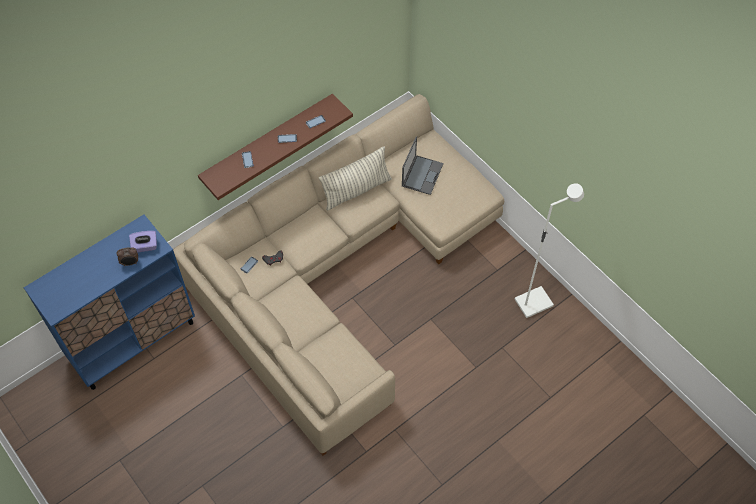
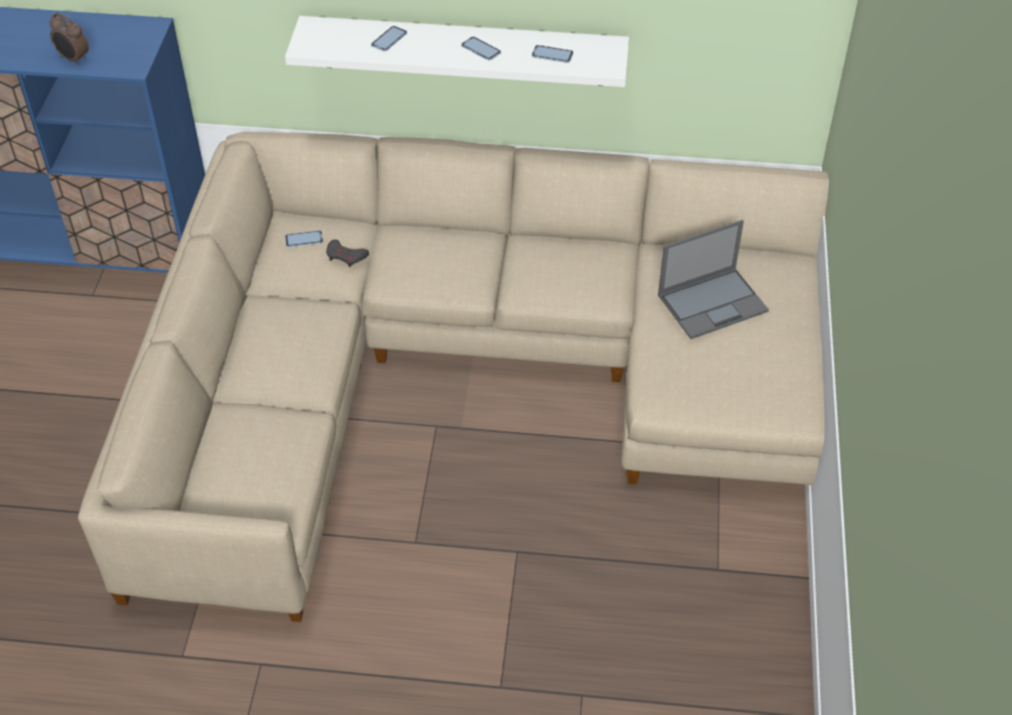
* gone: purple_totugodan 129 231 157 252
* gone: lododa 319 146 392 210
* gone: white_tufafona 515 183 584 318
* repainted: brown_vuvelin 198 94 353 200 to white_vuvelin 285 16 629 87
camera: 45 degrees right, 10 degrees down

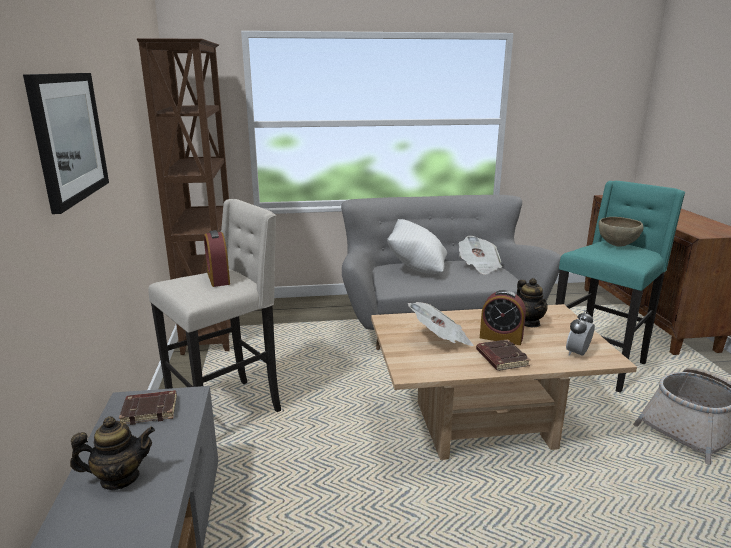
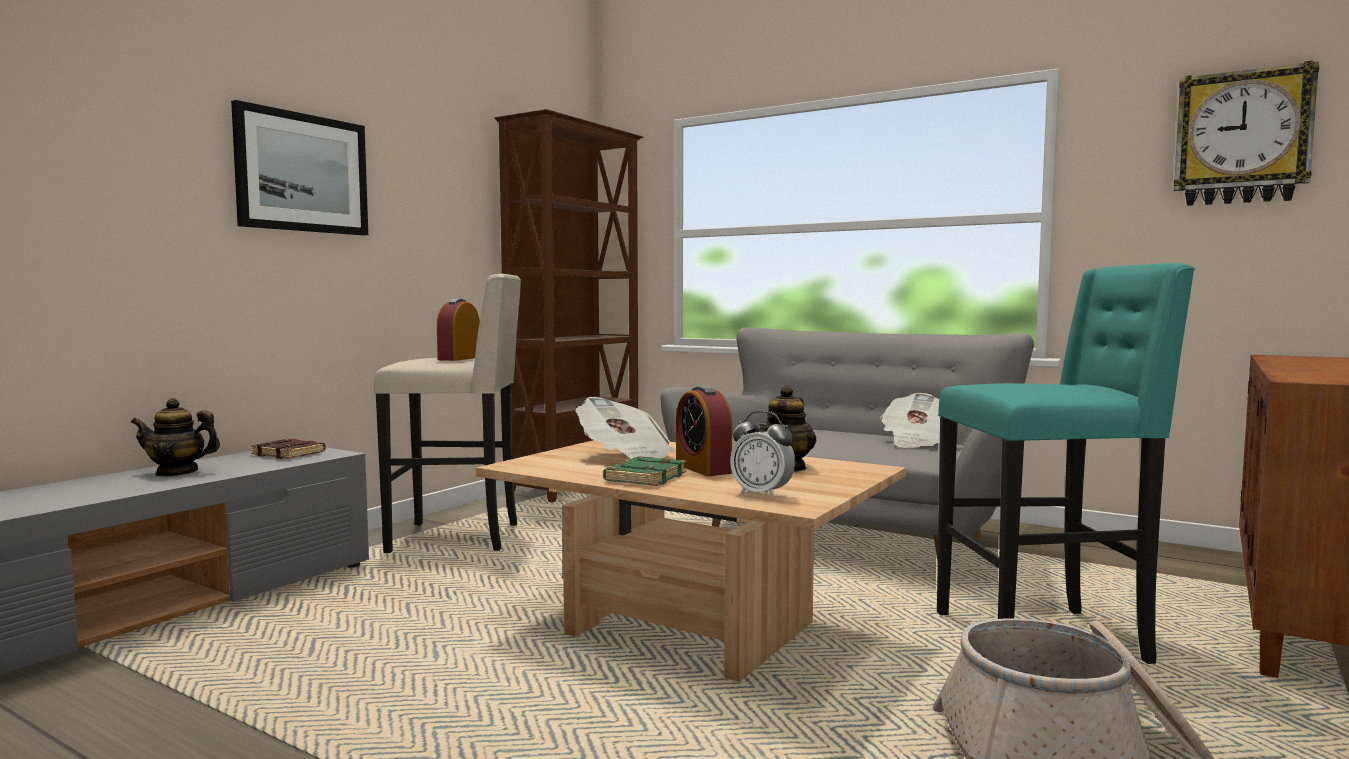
* gone: white_lododa 387 219 447 274
* gone: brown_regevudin 599 217 644 247
* new: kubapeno 1174 61 1319 206
* repainted: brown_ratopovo 476 339 531 371 to green_ratopovo 603 456 686 486
* rotated: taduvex 70 416 155 490 = 131 398 220 476 150 degrees clockwise
* rotated: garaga 566 310 595 356 = 730 411 796 499 135 degrees counterclockwise
camera: 40 degrees right, 15 degrees down

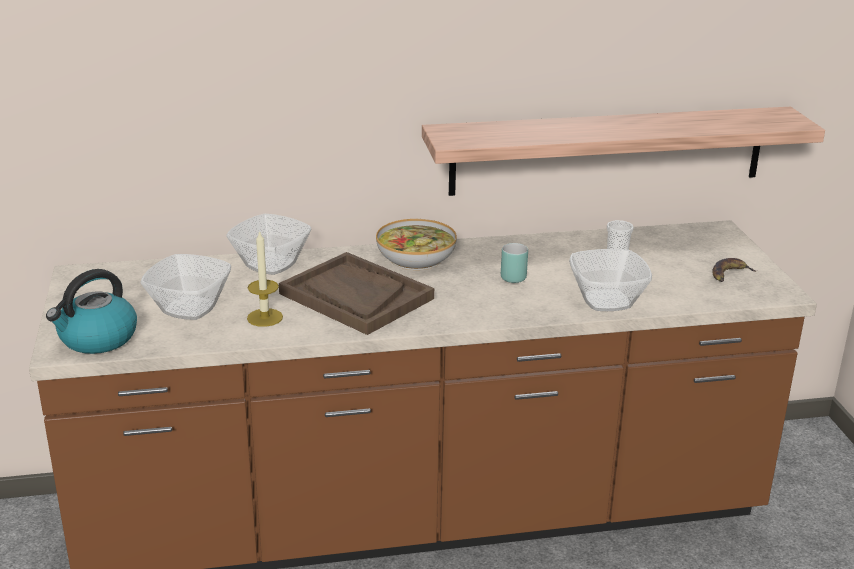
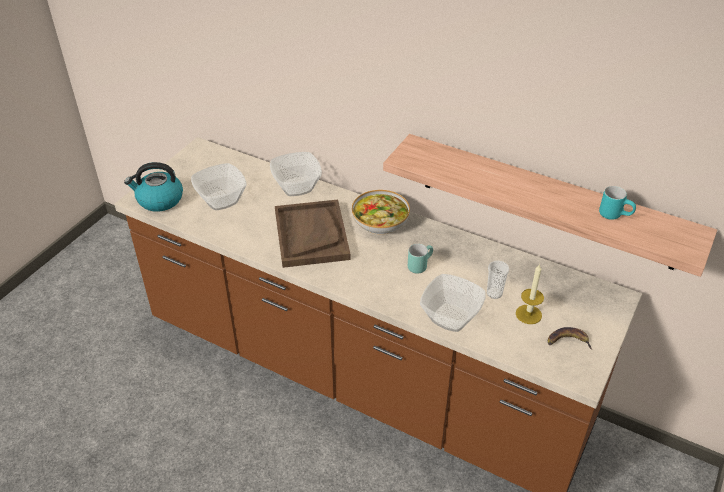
* new: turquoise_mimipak 599 186 636 220
* shifted: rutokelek 247 230 283 327 to 516 264 544 324
camera: 40 degrees right, 15 degrees up

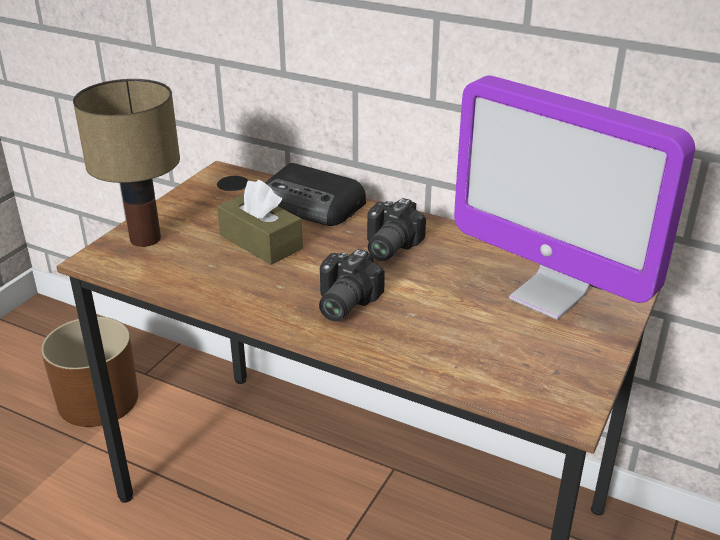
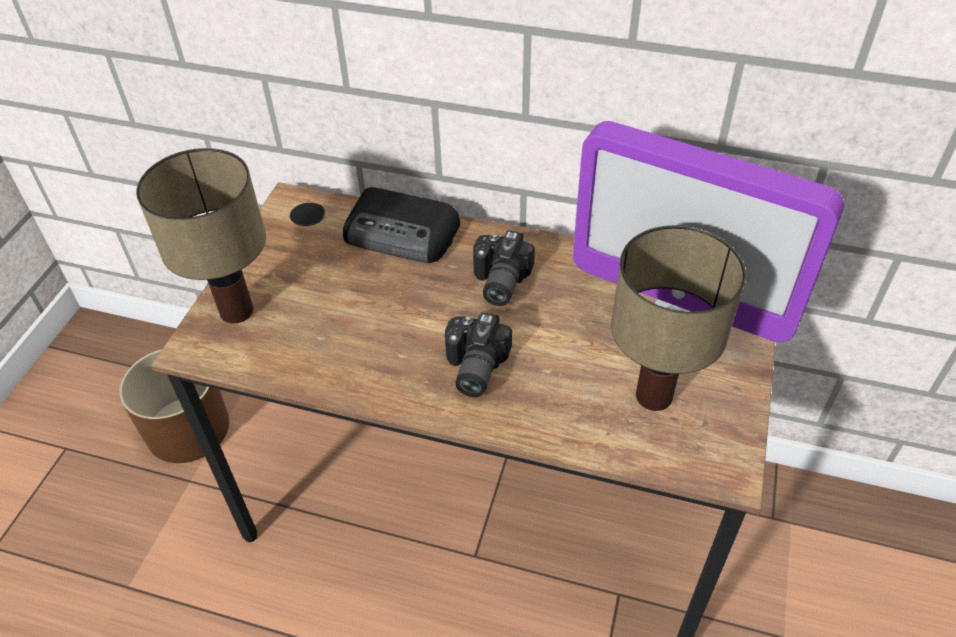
* gone: brown_totugodan 217 180 303 265
* new: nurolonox 611 225 746 411
camera: 10 degrees left, 15 degrees up

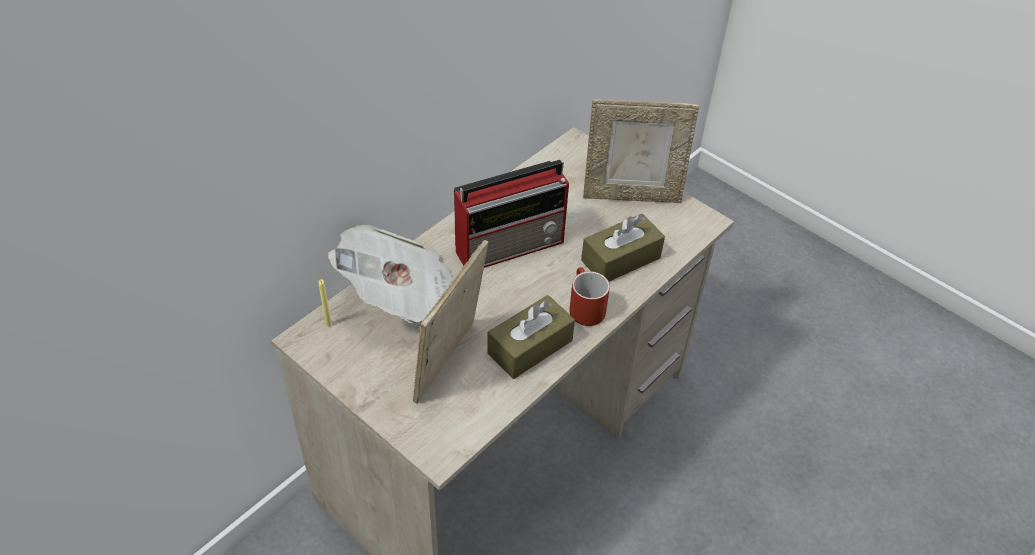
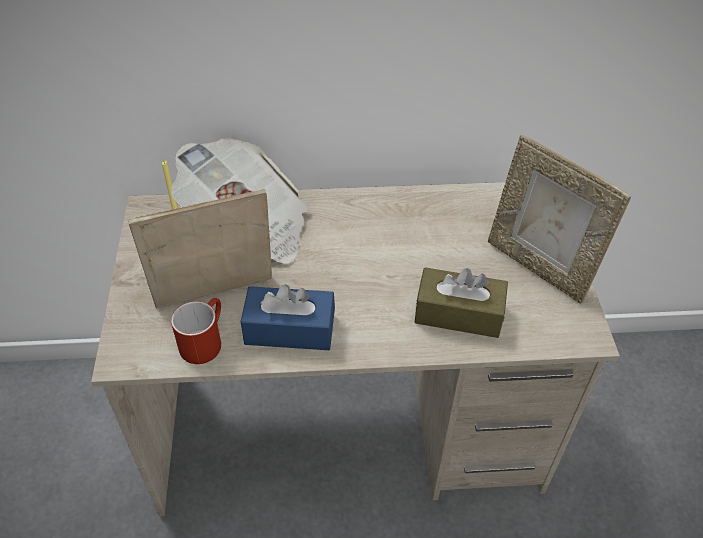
* gone: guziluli 454 160 569 268
* shifted: red_mimipak 569 267 610 326 to 171 298 221 364
* repainted: brown_totugodan 487 295 575 379 to blue_totugodan 241 284 335 350
camera: 45 degrees right, 0 degrees up

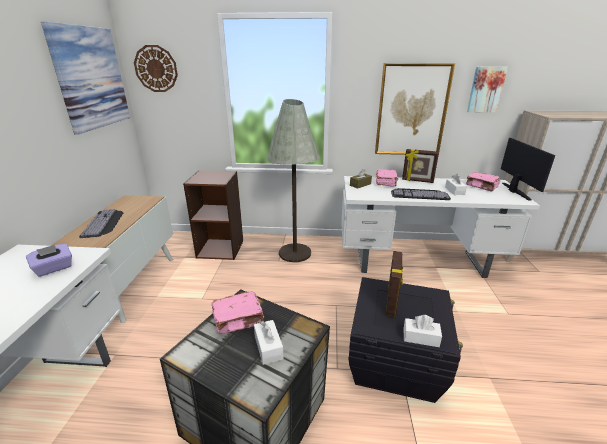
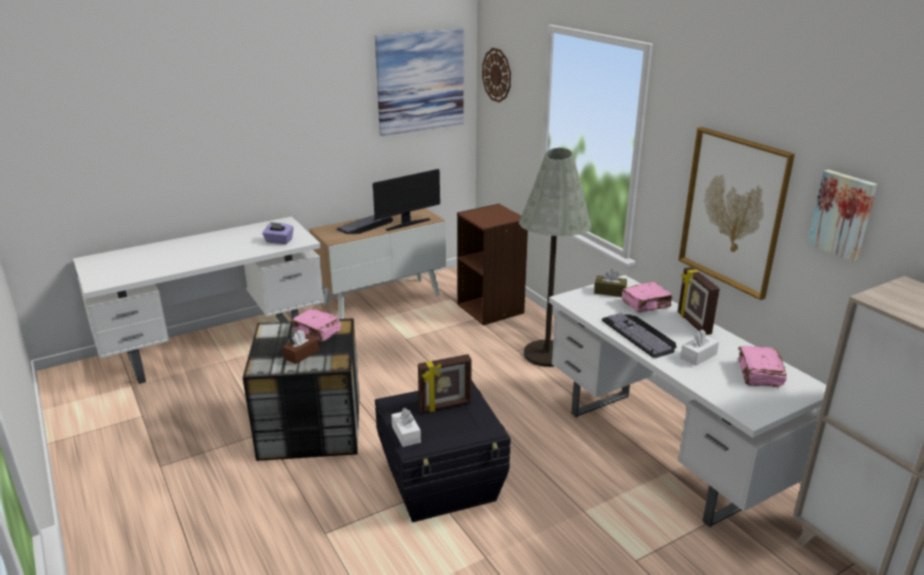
* shifted: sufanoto 501 138 555 200 to 373 169 440 231
* repainted: white_totugodan 254 320 284 365 to brown_totugodan 283 330 319 364
camera: 55 degrees right, 0 degrees up

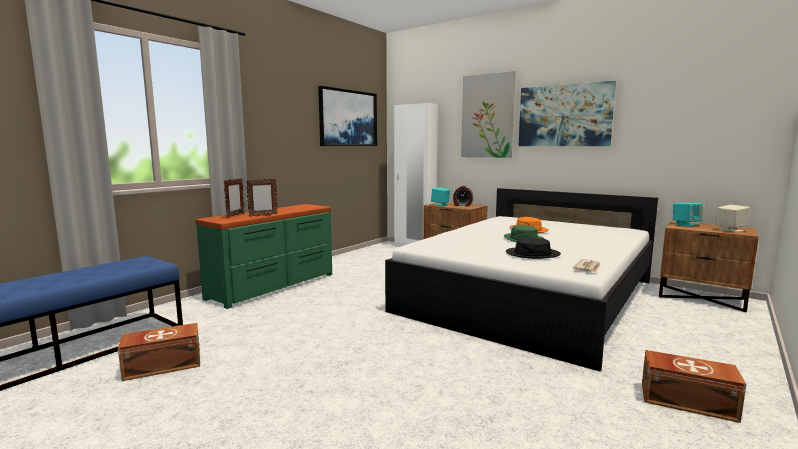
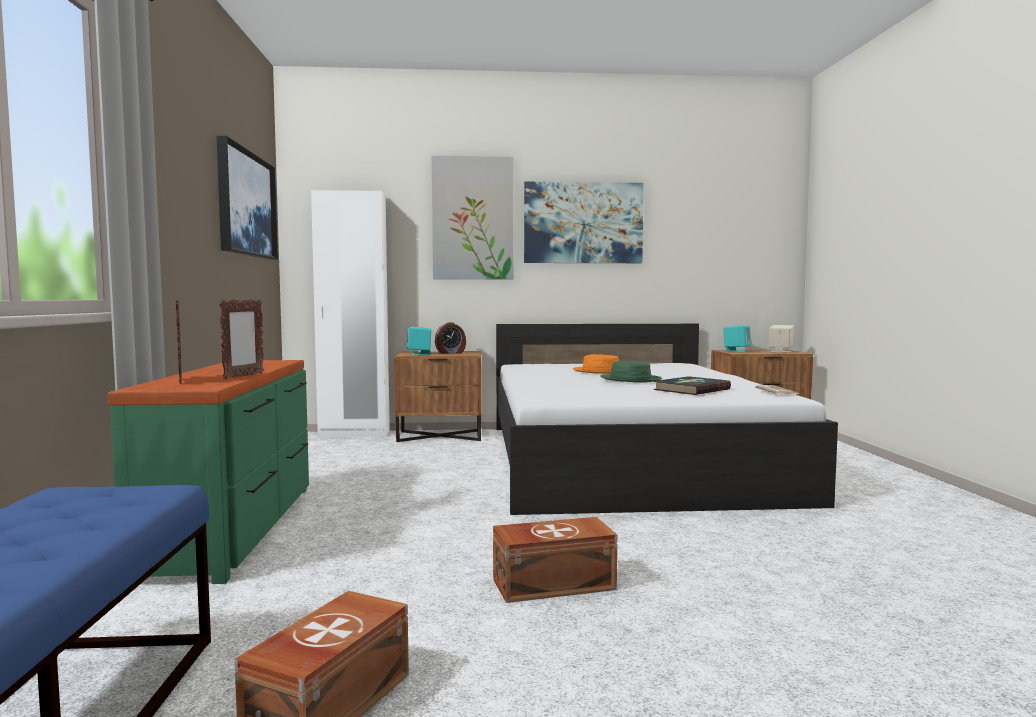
* shifted: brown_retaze 642 350 746 423 to 493 517 617 603
* swapped: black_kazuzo 506 238 561 259 to ratopovo 654 376 731 395
camera: 40 degrees left, 5 degrees down

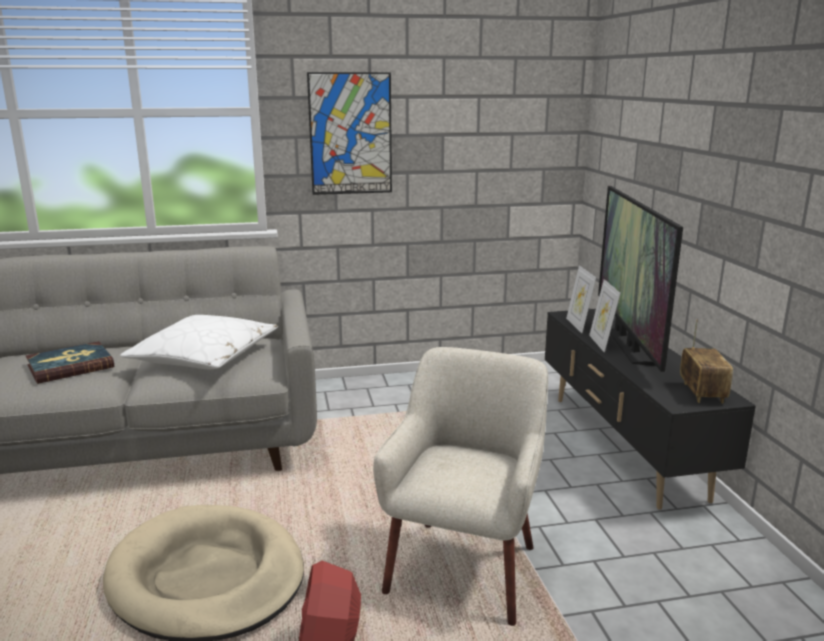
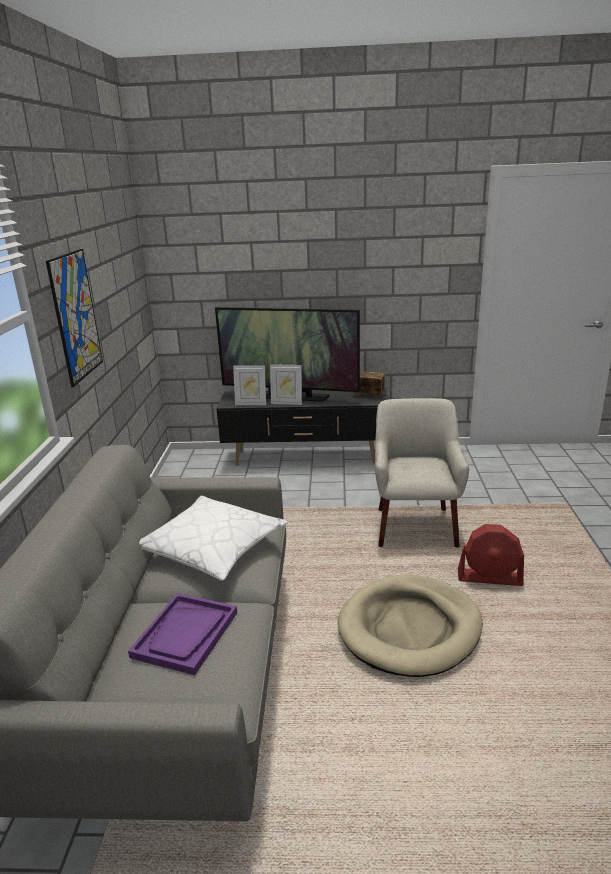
* swapped: ratopovo 26 341 114 384 to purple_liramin 128 593 237 675
* rotated: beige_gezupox 373 347 548 626 = 375 398 469 547 60 degrees clockwise
camera: 75 degrees left, 5 degrees up

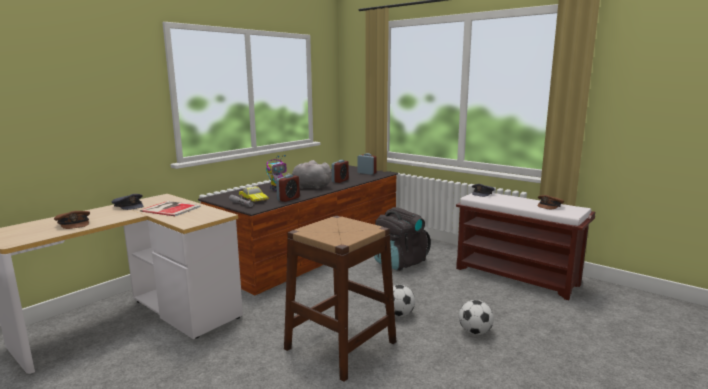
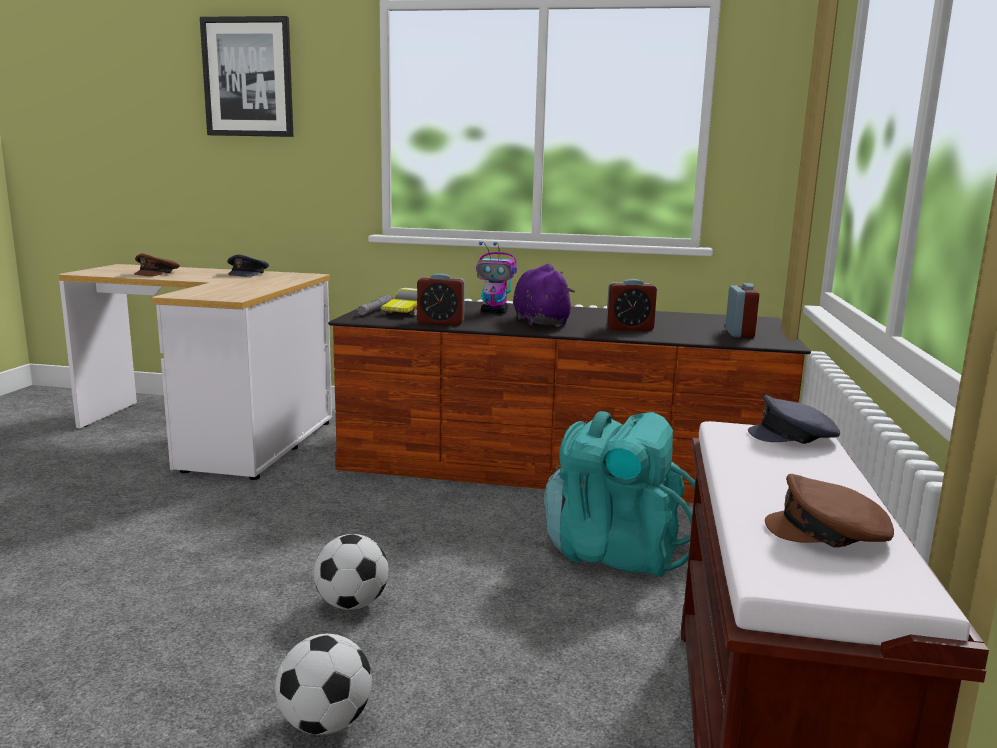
* gone: ratopovo 140 201 201 216
* gone: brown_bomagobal 284 215 396 382
* new: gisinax 200 16 293 137
* repainted: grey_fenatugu 287 160 332 189 to purple_fenatugu 513 264 575 326
* repainted: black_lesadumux 374 207 431 271 to turquoise_lesadumux 544 411 695 577
camera: 60 degrees right, 0 degrees up

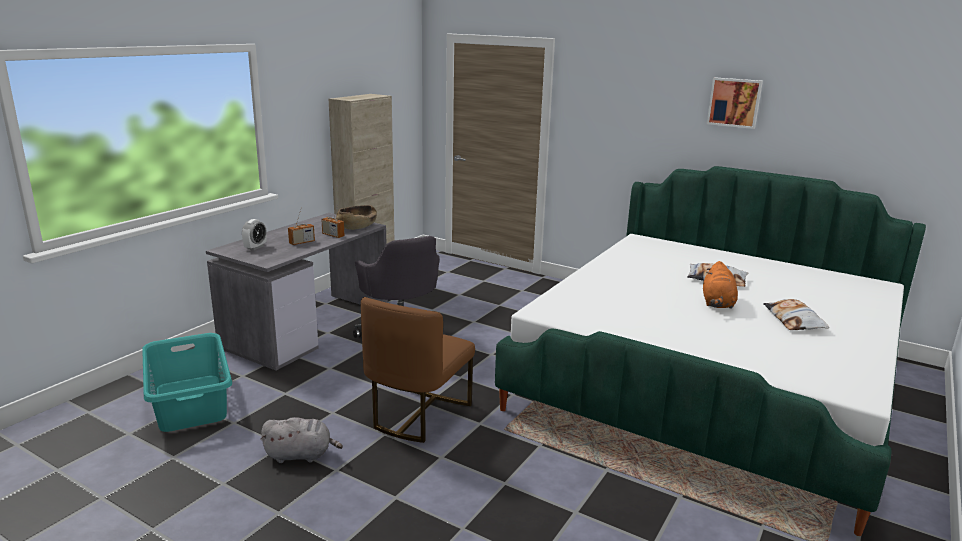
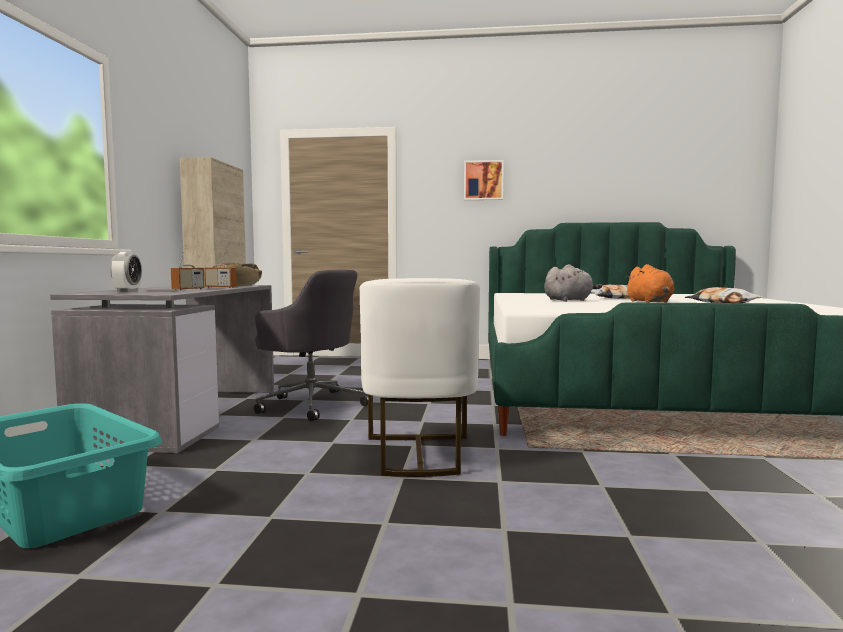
* shifted: grey_fenatugu 260 417 343 463 to 544 264 602 302
* shifted: gisinax 707 77 763 129 to 464 160 504 200
* repainted: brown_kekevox 361 297 475 443 to white_kekevox 360 278 480 477
camera: 25 degrees left, 15 degrees down

